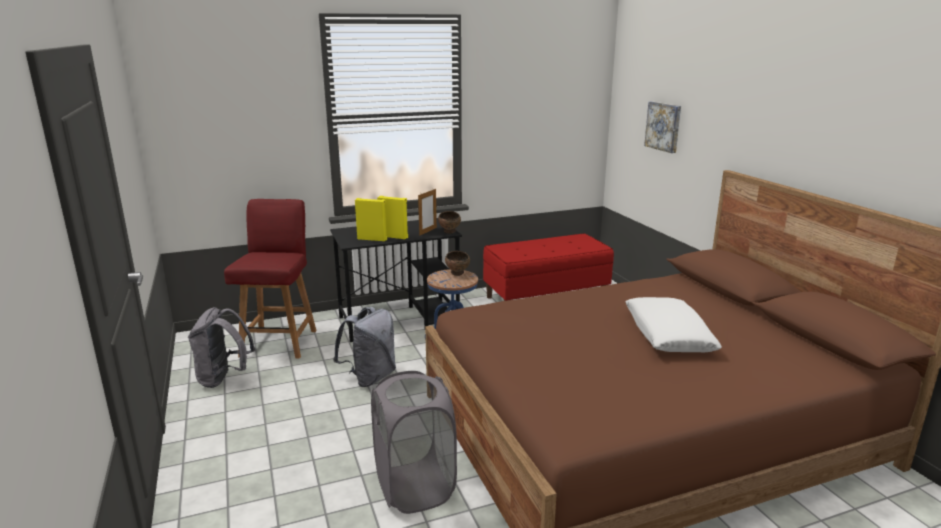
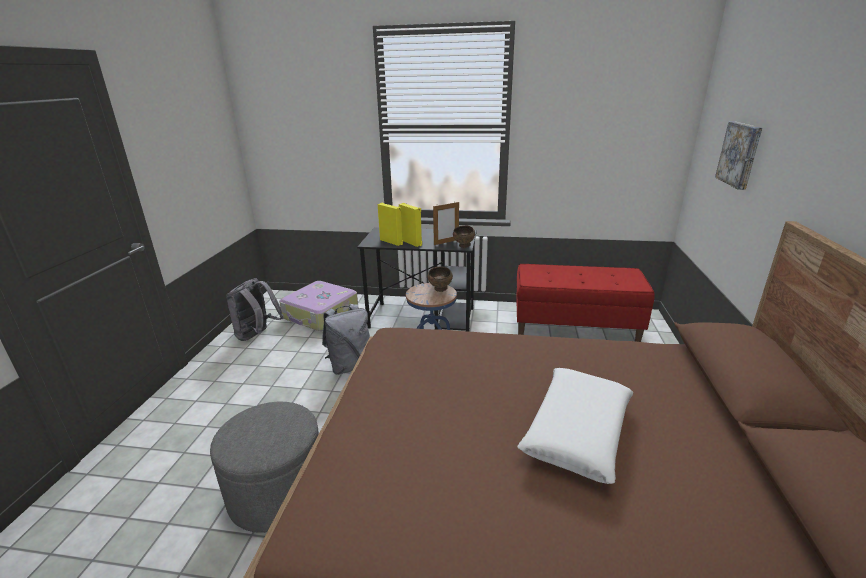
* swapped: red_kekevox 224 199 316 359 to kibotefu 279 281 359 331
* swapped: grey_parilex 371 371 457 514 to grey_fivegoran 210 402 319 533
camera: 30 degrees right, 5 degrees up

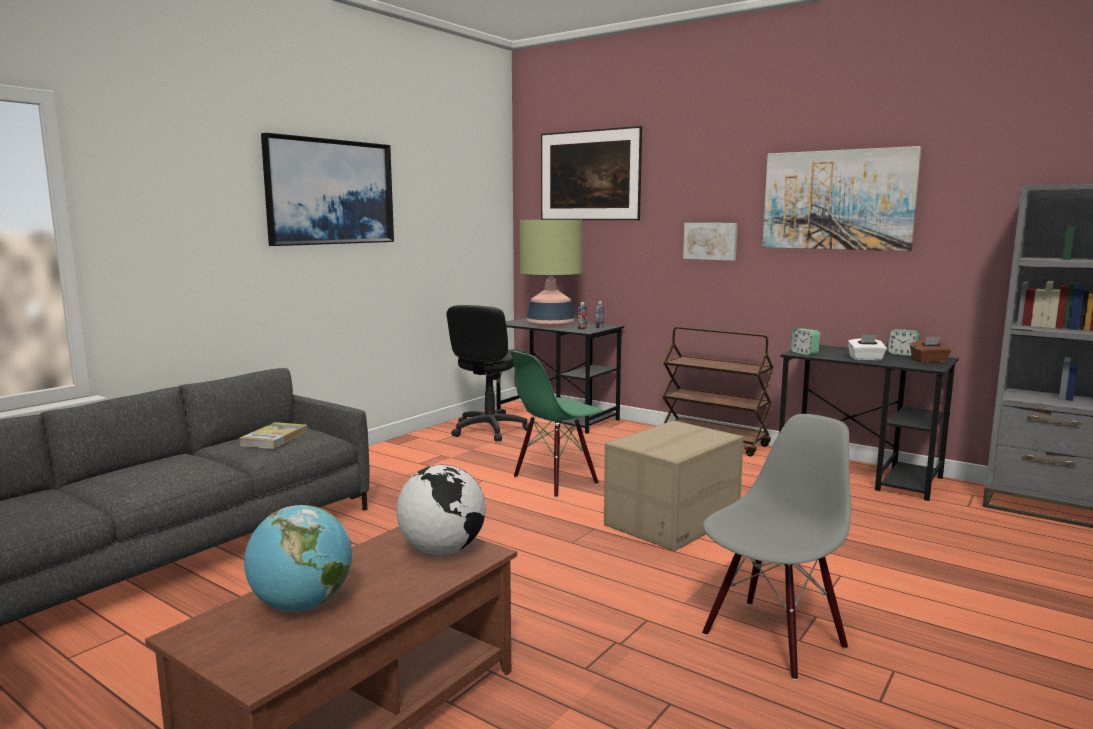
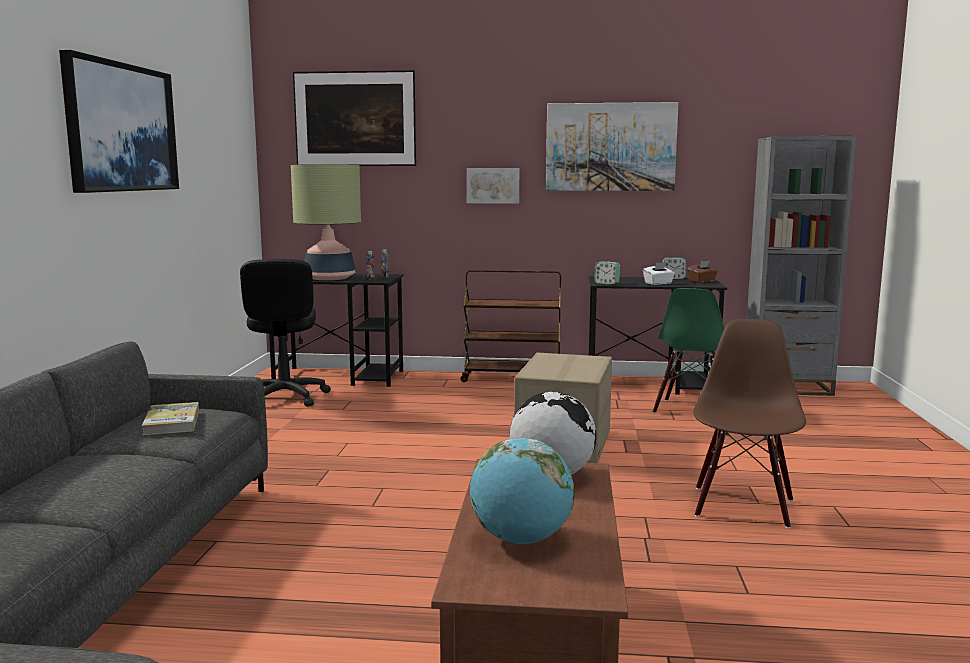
* shifted: green_kekevox 511 351 603 498 to 653 288 724 413
* repainted: grey_kekevox 702 414 851 681 to brown_kekevox 693 319 806 529
camera: 30 degrees left, 0 degrees up

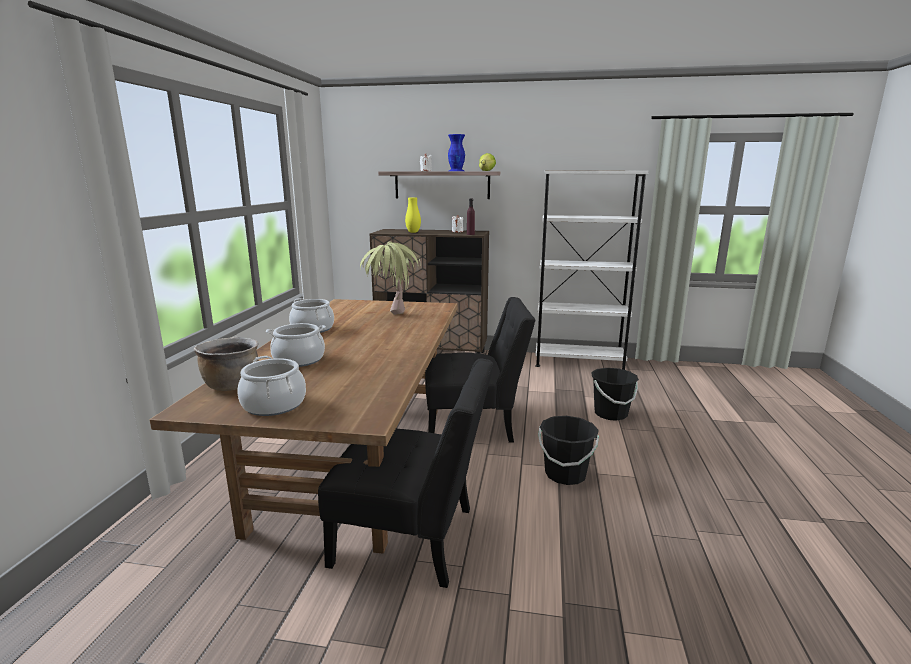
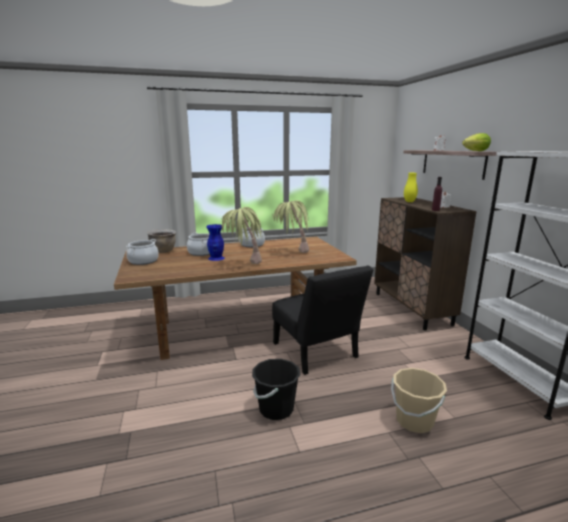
* gone: black_kekevox 318 359 493 588
* new: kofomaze 219 207 263 264
* shifted: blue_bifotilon 448 134 465 171 to 206 224 225 261
* repainted: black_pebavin 591 368 639 421 to beige_pebavin 391 368 447 433
camera: 65 degrees right, 0 degrees up

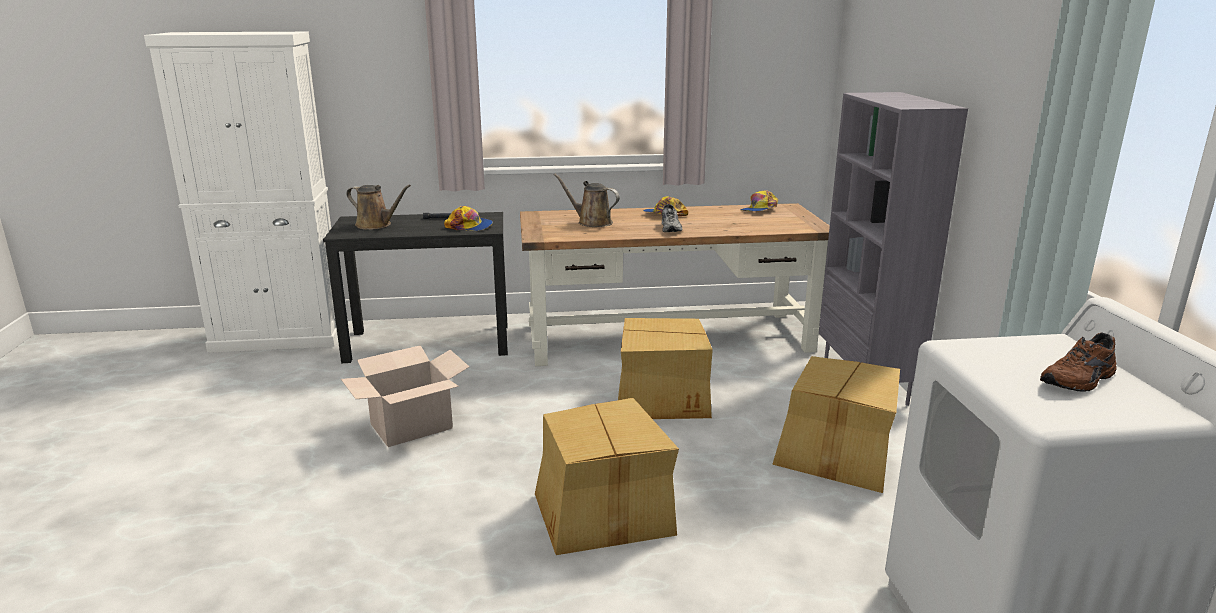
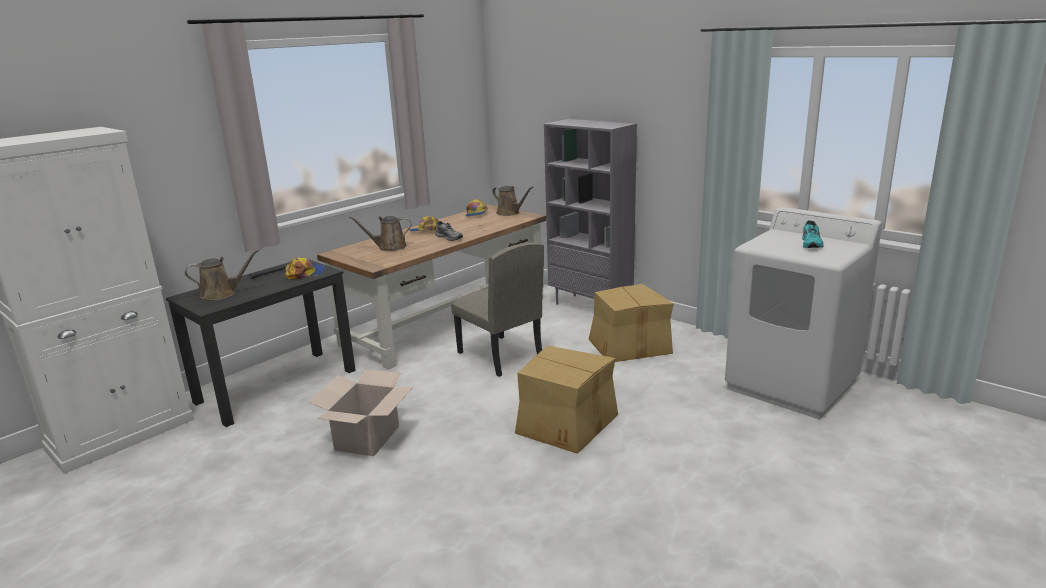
* new: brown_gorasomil 492 186 533 216
* swapped: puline 618 318 713 419 to beige_kekevox 451 243 544 377
* repainted: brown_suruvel 1040 332 1117 392 to turquoise_suruvel 802 220 824 248
camera: 40 degrees left, 0 degrees up

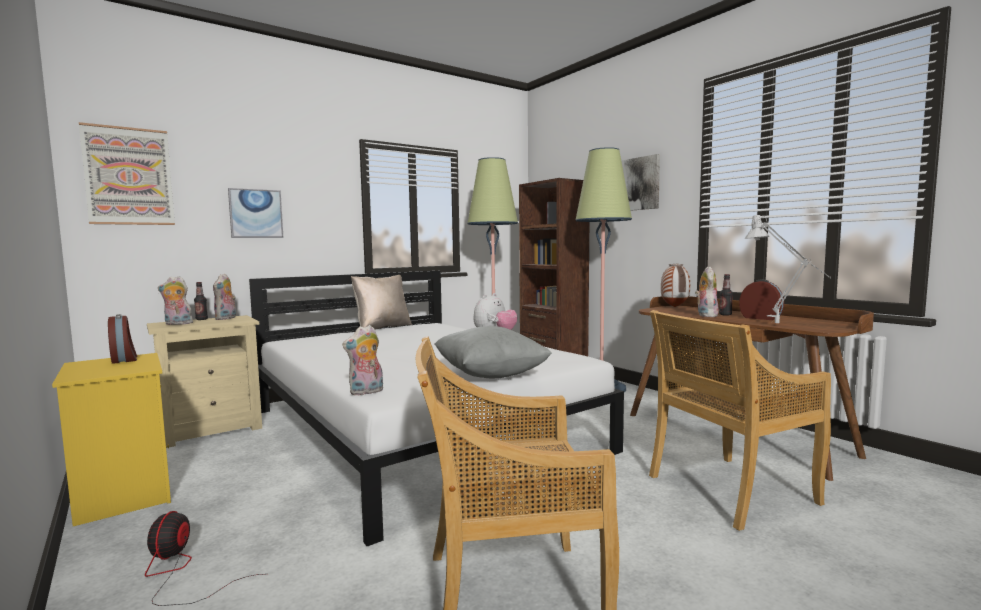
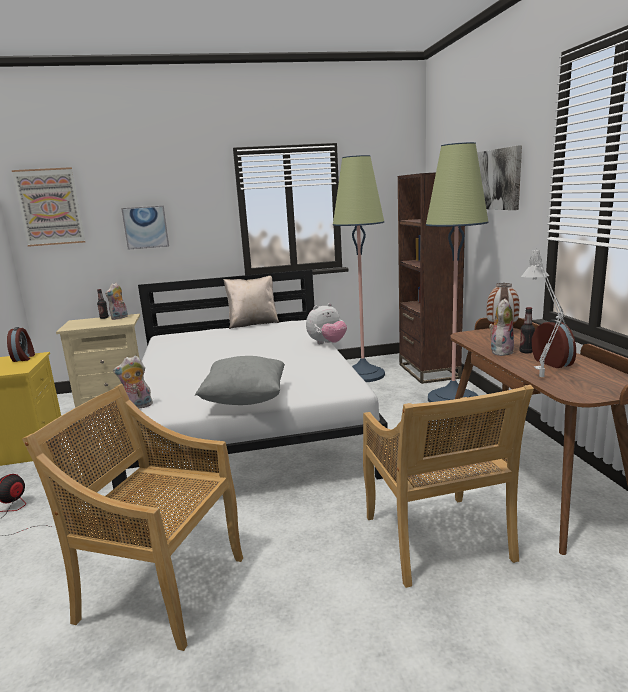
* gone: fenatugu 158 276 193 325
* rotated: beige_kekevox 649 310 831 531 = 363 385 534 588 105 degrees counterclockwise
camera: 25 degrees right, 10 degrees up

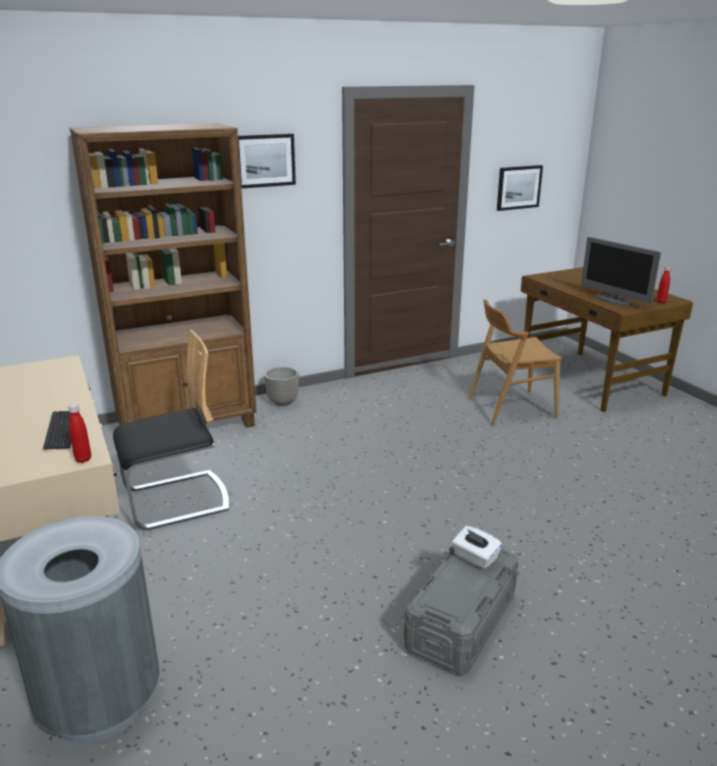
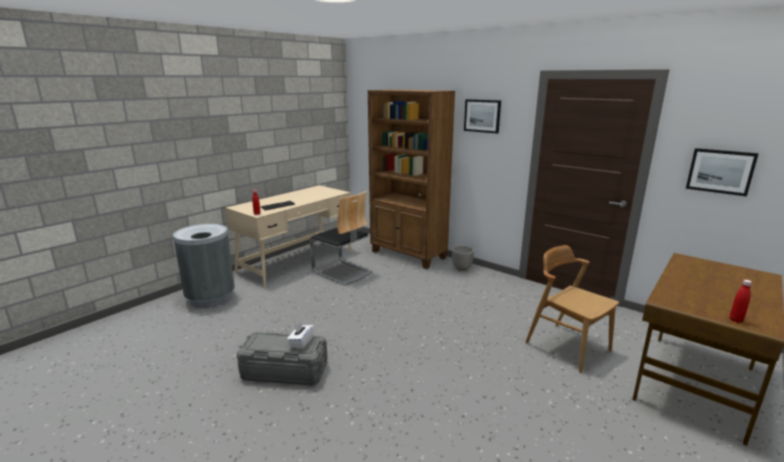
* gone: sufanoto 581 237 661 306
camera: 65 degrees right, 5 degrees down

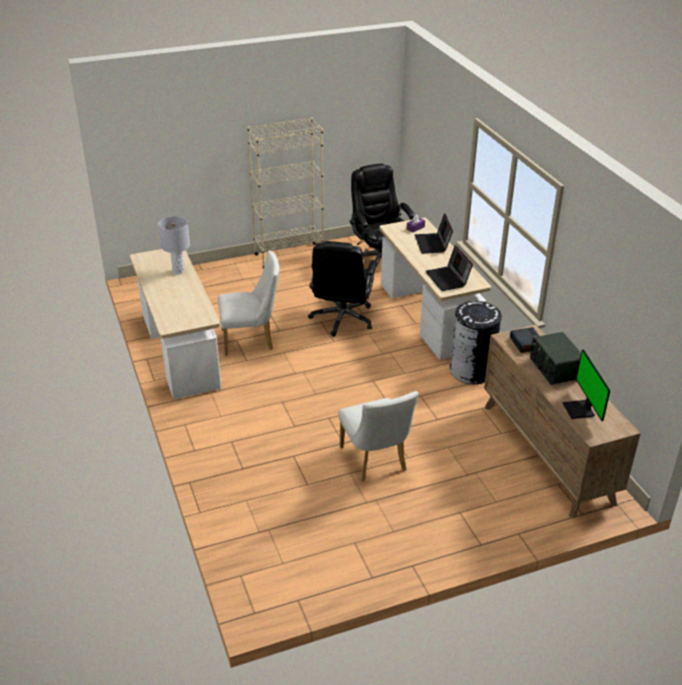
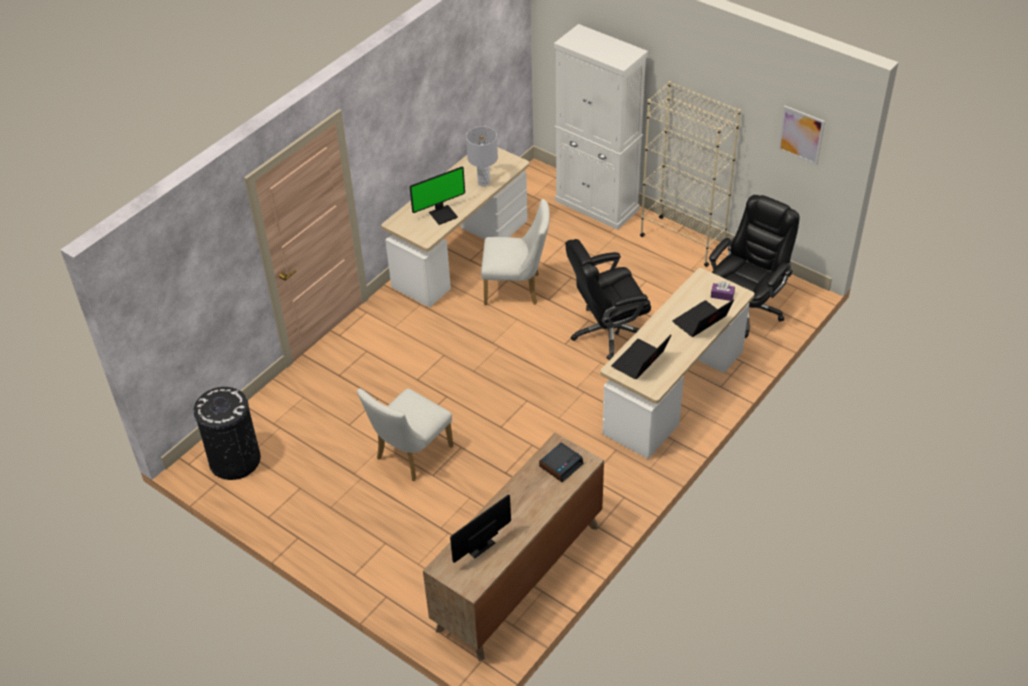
* gone: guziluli 530 332 581 385
* new: sufanoto 410 167 465 225
* new: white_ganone 554 24 648 230
* new: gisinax 778 105 825 165
* shifted: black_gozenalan 450 301 502 384 to 193 387 261 480
* rotated: white_kekevox 218 250 280 355 = 481 199 550 305 45 degrees counterclockwise
camera: 60 degrees right, 10 degrees up

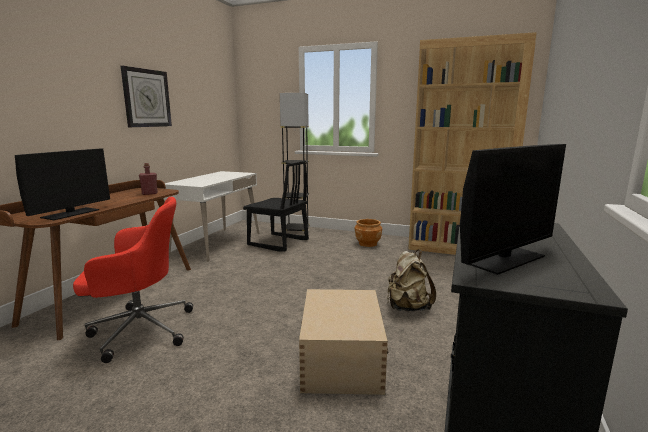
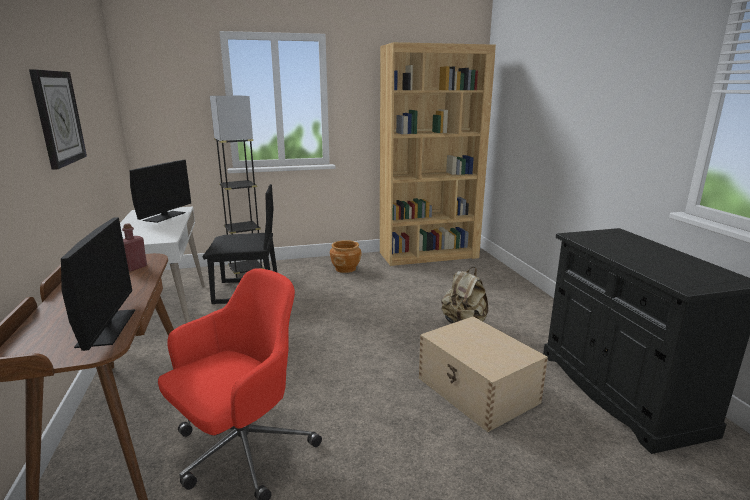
* shifted: sufanoto 460 144 566 275 to 130 160 191 223
camera: 35 degrees left, 5 degrees up

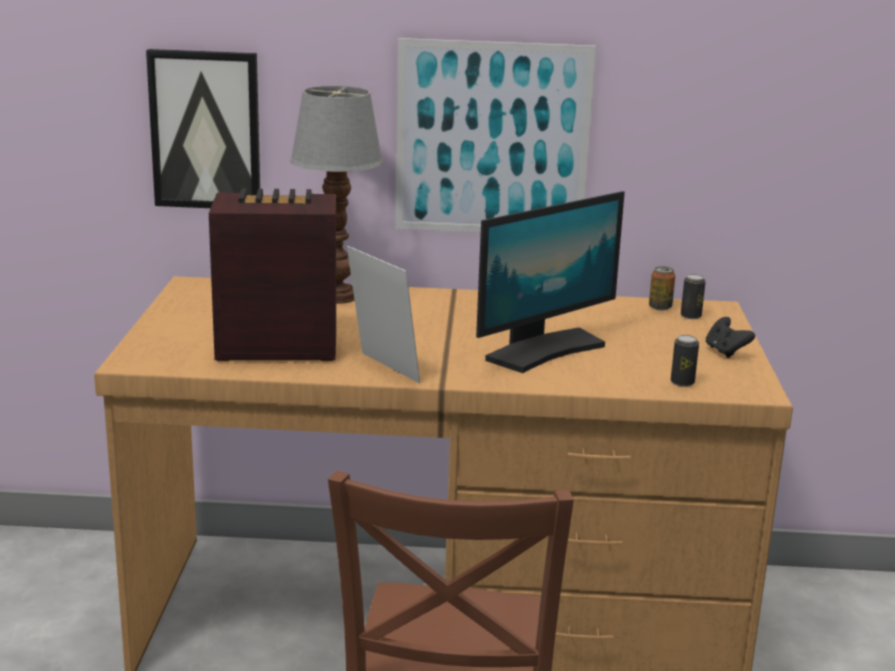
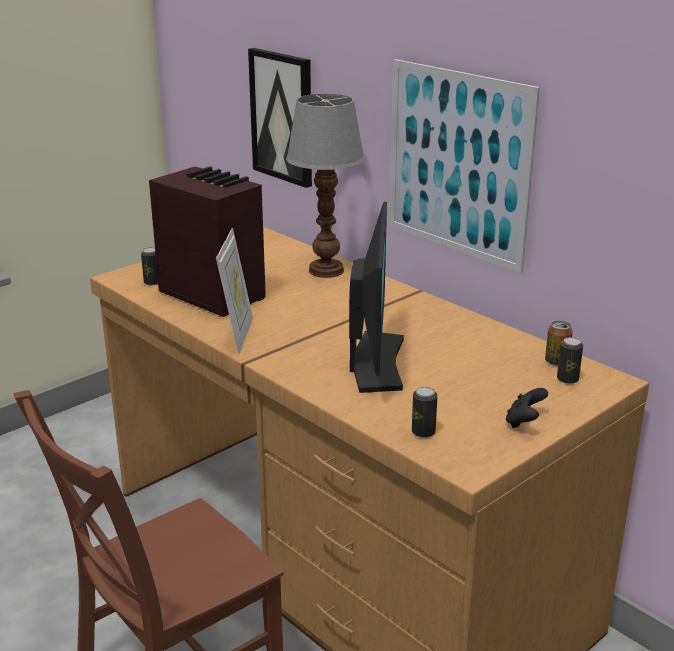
* new: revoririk 141 247 158 285
* rotated: sufanoto 476 191 625 373 = 349 202 404 393 90 degrees counterclockwise
camera: 45 degrees right, 5 degrees up

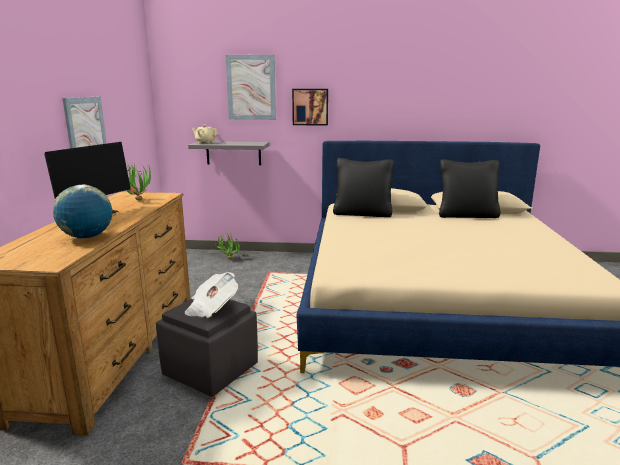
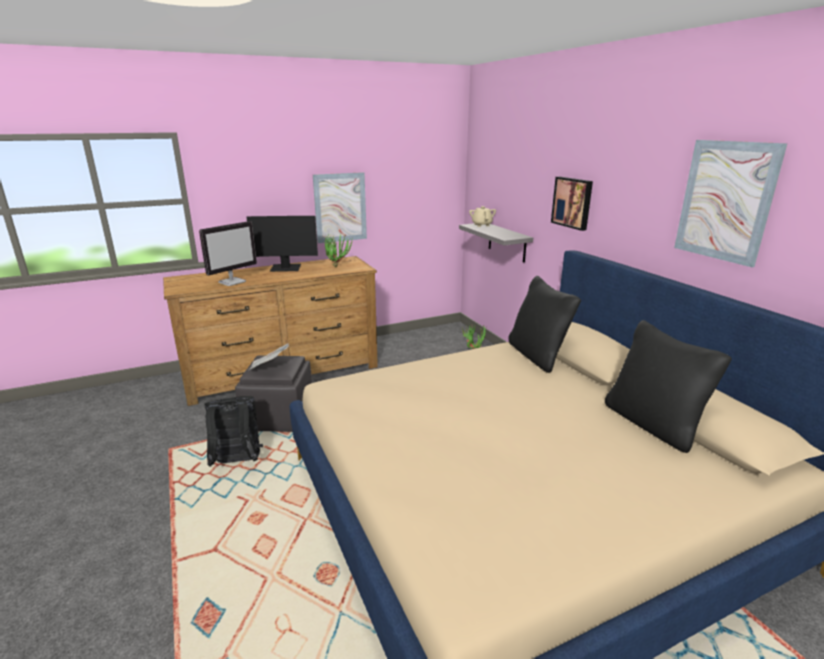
* new: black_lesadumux 205 396 263 467
* shifted: gisinax 226 55 276 120 to 674 140 788 267
* swapped: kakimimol 53 184 112 239 to sufanoto 199 221 257 286
camera: 60 degrees right, 5 degrees up

